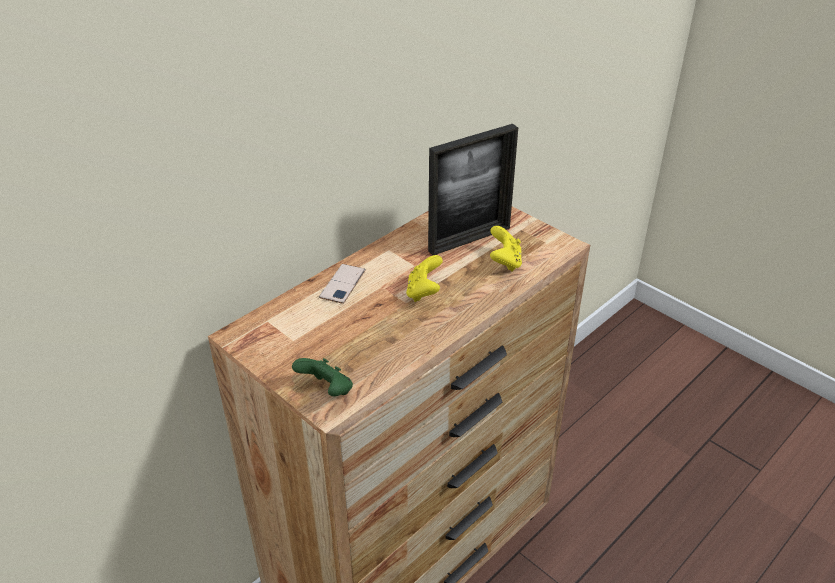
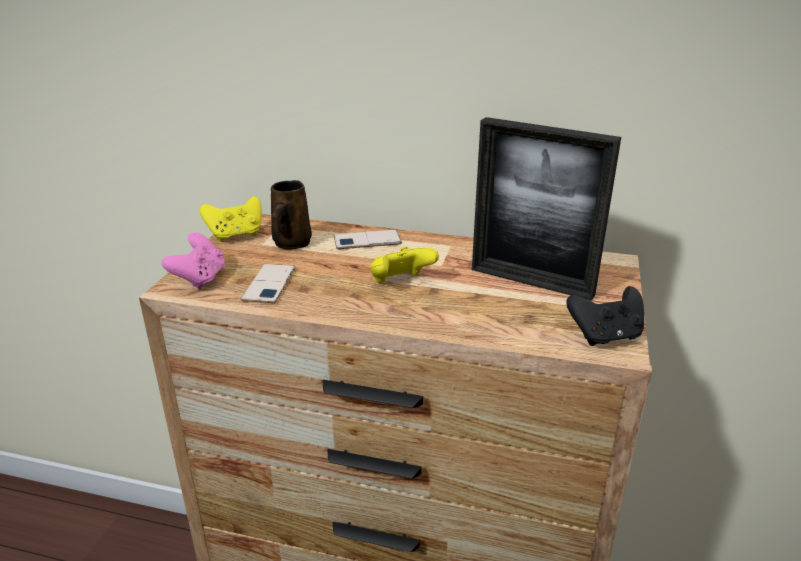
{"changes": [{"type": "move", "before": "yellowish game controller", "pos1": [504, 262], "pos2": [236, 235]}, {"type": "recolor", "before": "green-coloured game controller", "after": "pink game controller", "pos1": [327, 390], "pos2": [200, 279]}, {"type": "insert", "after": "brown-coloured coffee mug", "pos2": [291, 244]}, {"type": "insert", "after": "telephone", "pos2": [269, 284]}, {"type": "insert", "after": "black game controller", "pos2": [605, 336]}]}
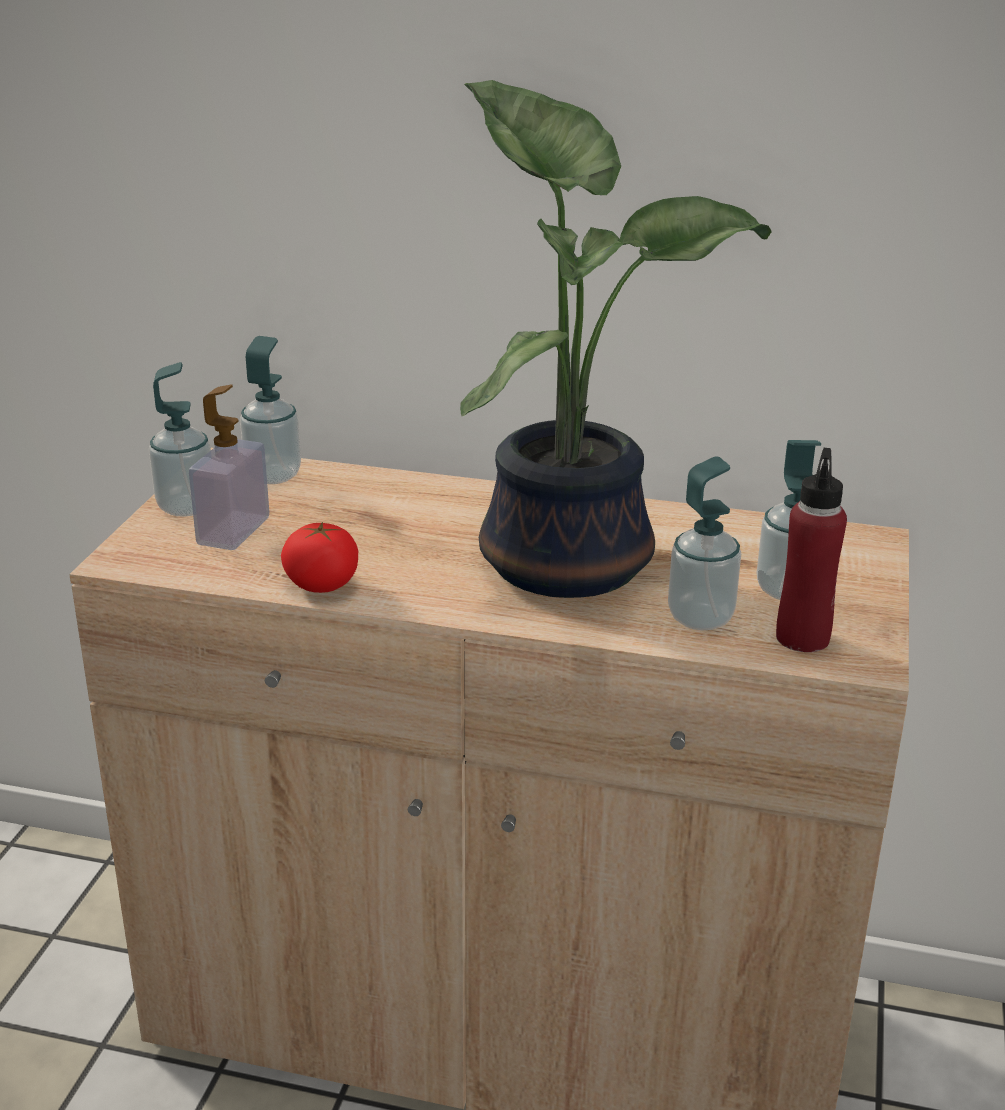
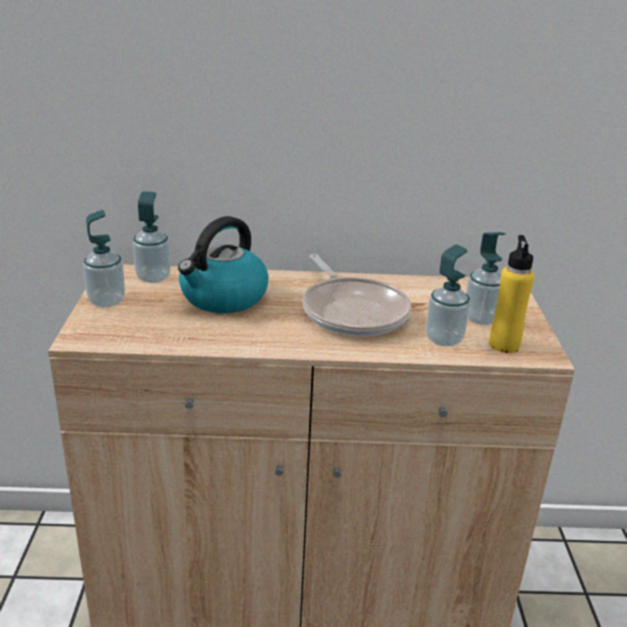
{"changes": [{"type": "replace", "before": "plant in a pot", "after": "frying pan", "pos1": [568, 557], "pos2": [352, 311]}, {"type": "delete", "before": "soap bottle", "pos1": [233, 531]}, {"type": "recolor", "before": "red-coloured drink bottle", "after": "yellowish drink bottle", "pos1": [802, 638], "pos2": [504, 345]}, {"type": "delete", "before": "whole tomato", "pos1": [321, 584]}, {"type": "insert", "after": "tea kettle", "pos2": [223, 298]}]}
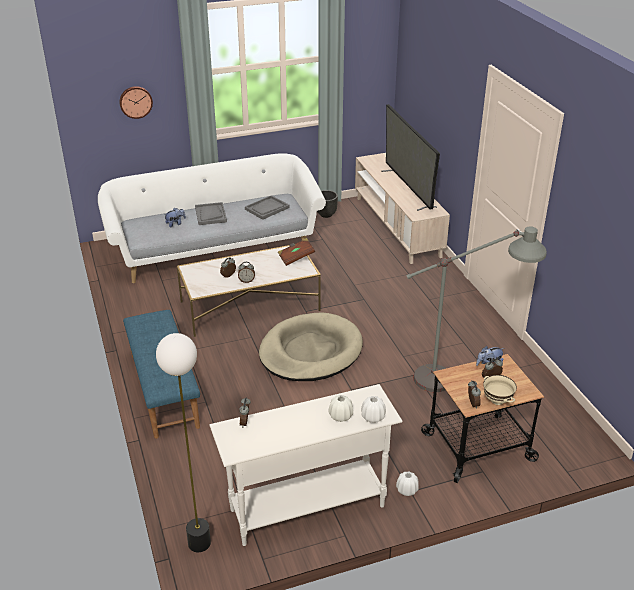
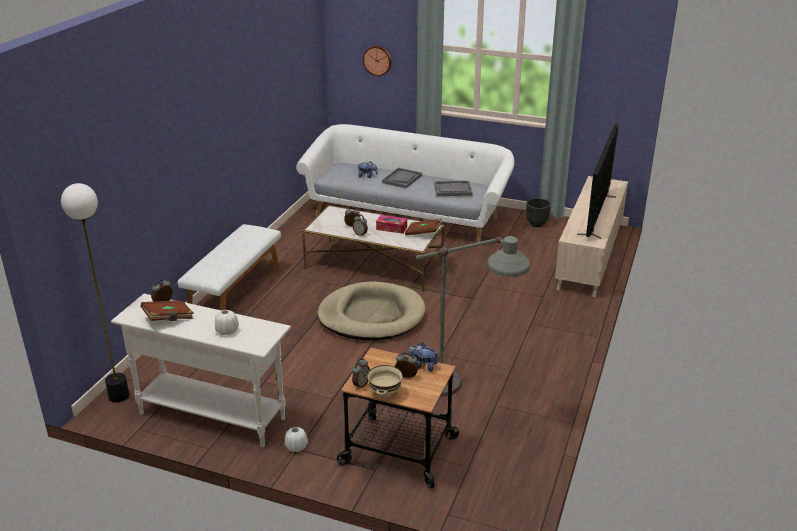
{"changes": [{"type": "recolor", "before": "blue-coloured long seat", "after": "whitish long seat", "pos1": [163, 390], "pos2": [235, 292]}, {"type": "delete", "before": "whitish flower vase", "pos1": [373, 417]}, {"type": "insert", "after": "tissue box", "pos2": [391, 228]}, {"type": "insert", "after": "brown-coloured bound book", "pos2": [168, 318]}]}
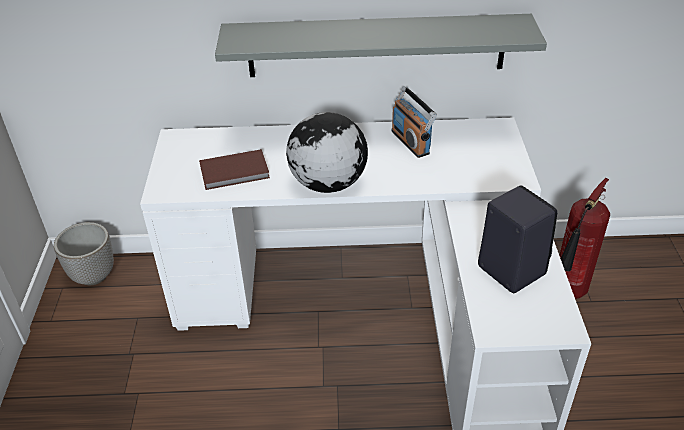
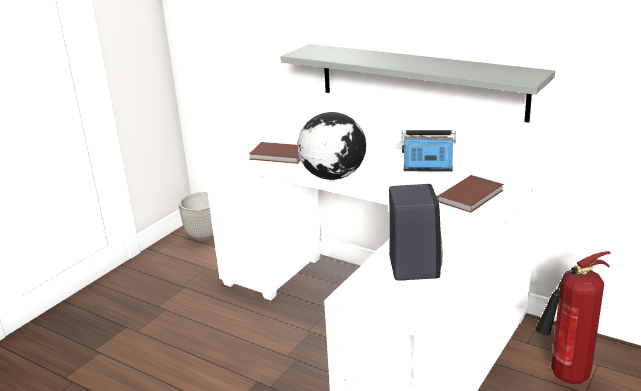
{"changes": [{"type": "rotate", "before": "radio receiver", "pos1": [411, 142], "pos2": [428, 169], "turn": 90}, {"type": "insert", "after": "brown-coloured bound book", "pos2": [472, 196]}]}
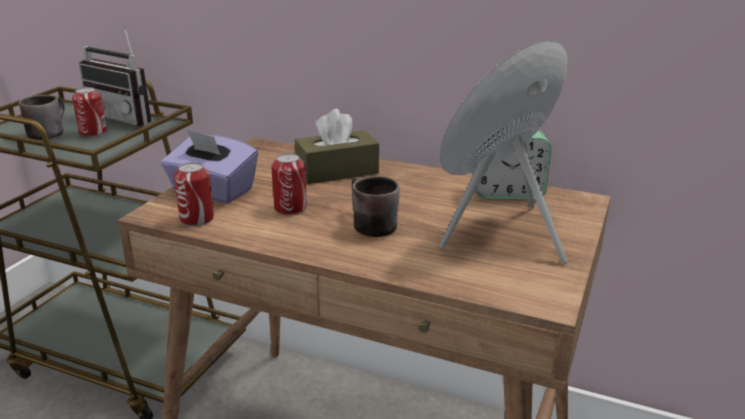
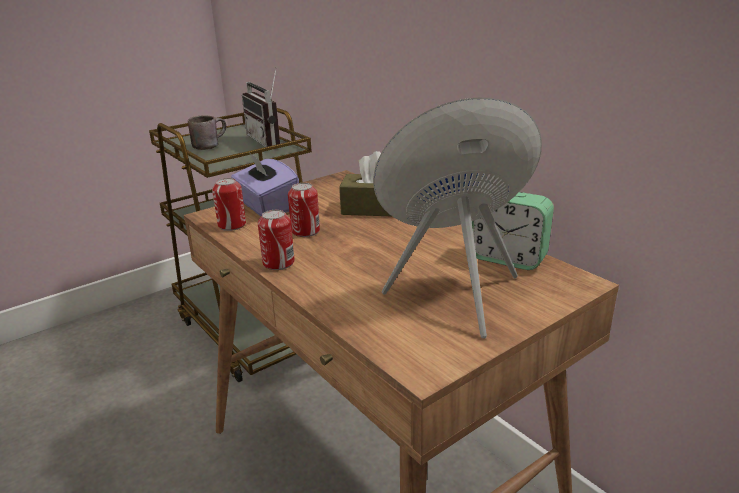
{"changes": [{"type": "move", "before": "can", "pos1": [93, 132], "pos2": [278, 263]}, {"type": "delete", "before": "brown-coloured coffee mug", "pos1": [367, 225]}]}
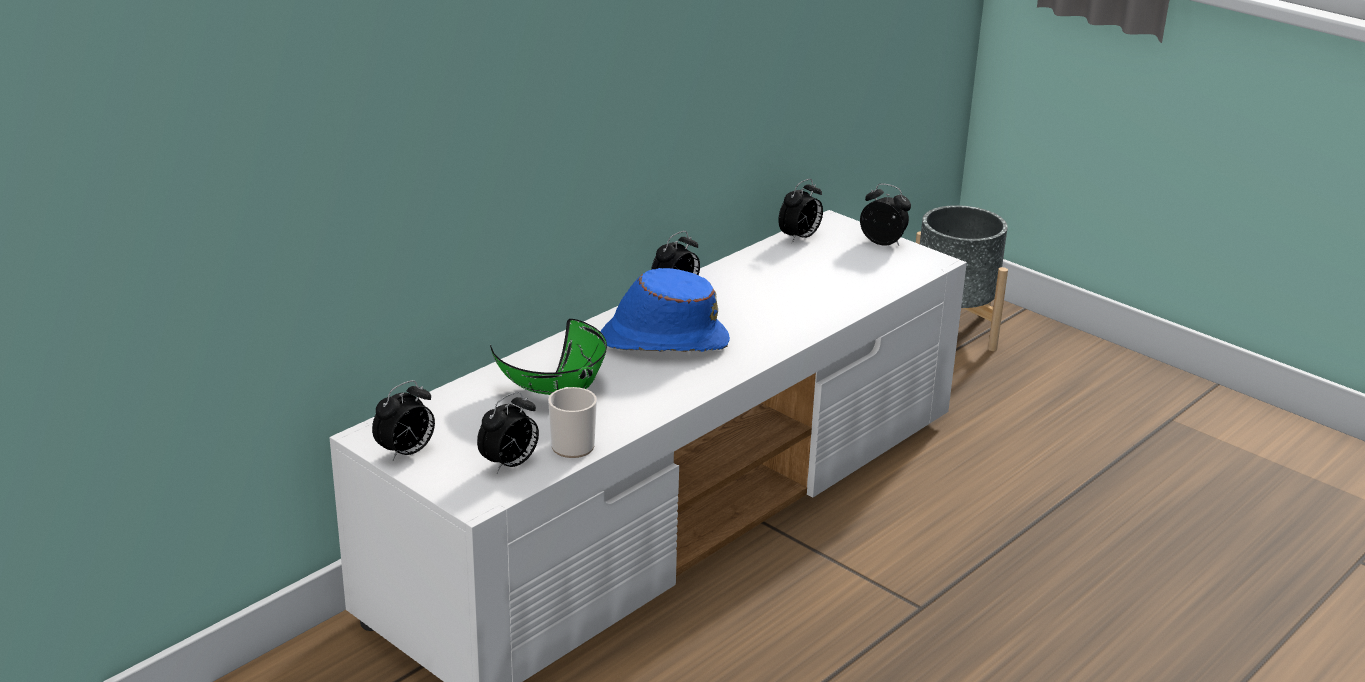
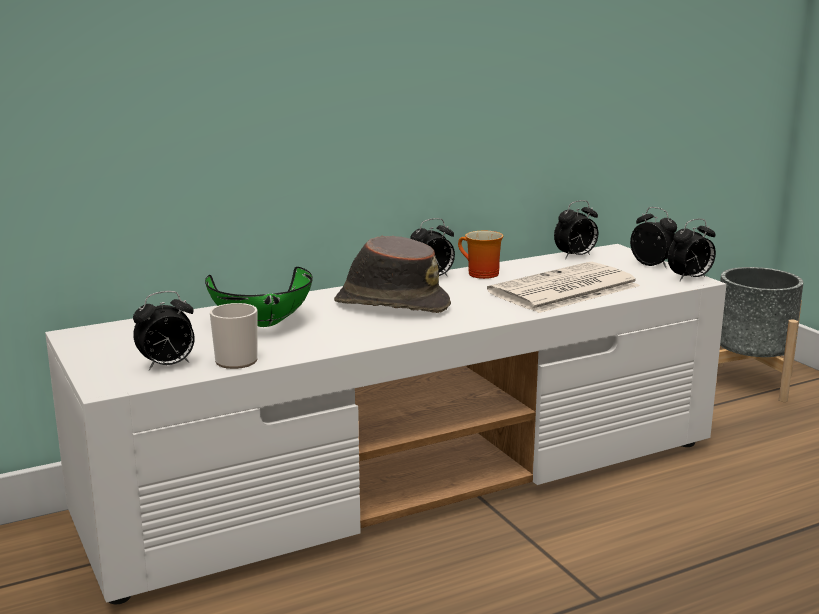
{"changes": [{"type": "recolor", "before": "blue-coloured clothing hat", "after": "brown-coloured clothing hat", "pos1": [663, 341], "pos2": [390, 304]}, {"type": "move", "before": "table clock", "pos1": [406, 453], "pos2": [690, 279]}, {"type": "insert", "after": "coffee mug", "pos2": [479, 274]}, {"type": "insert", "after": "newspaper", "pos2": [563, 290]}]}
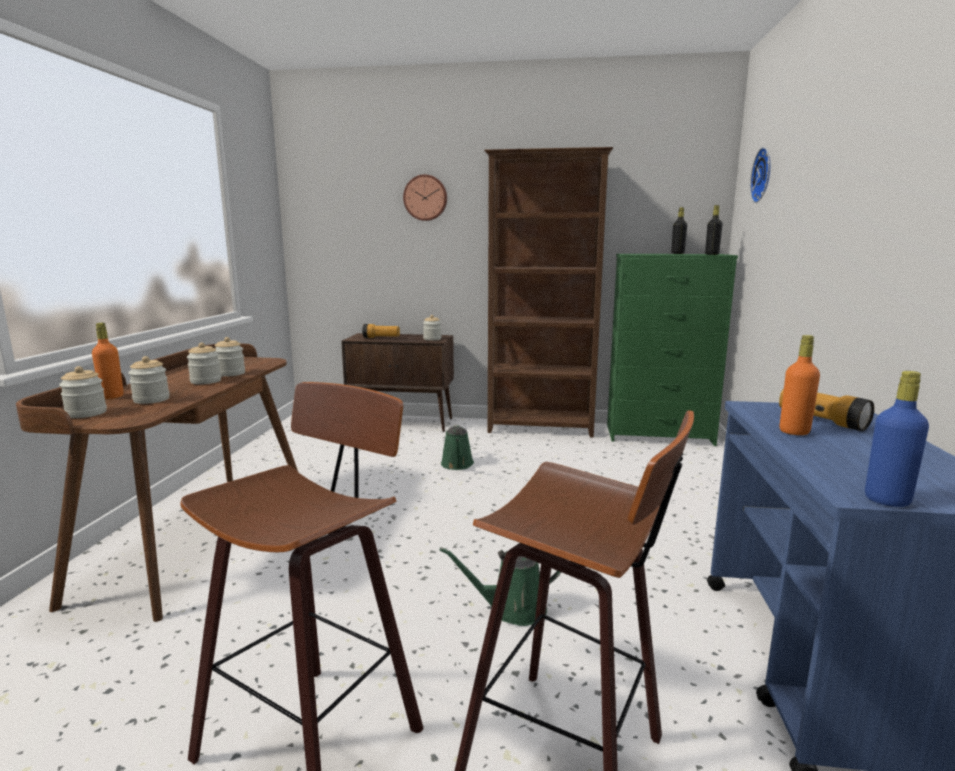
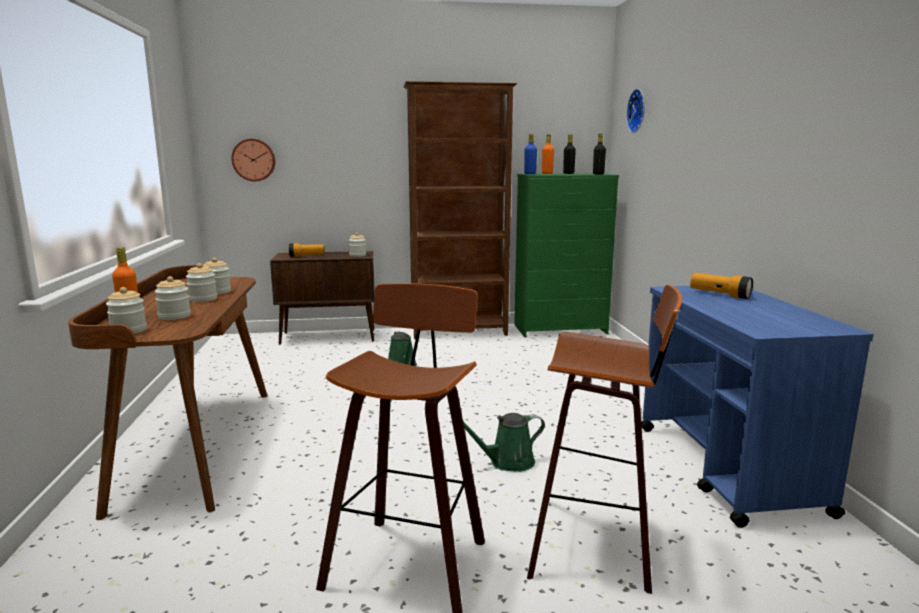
{"changes": [{"type": "move", "before": "wall clock", "pos1": [425, 198], "pos2": [254, 160]}, {"type": "move", "before": "orange-coloured drink bottle", "pos1": [794, 431], "pos2": [547, 173]}, {"type": "move", "before": "blue-coloured drink bottle", "pos1": [887, 500], "pos2": [530, 174]}]}
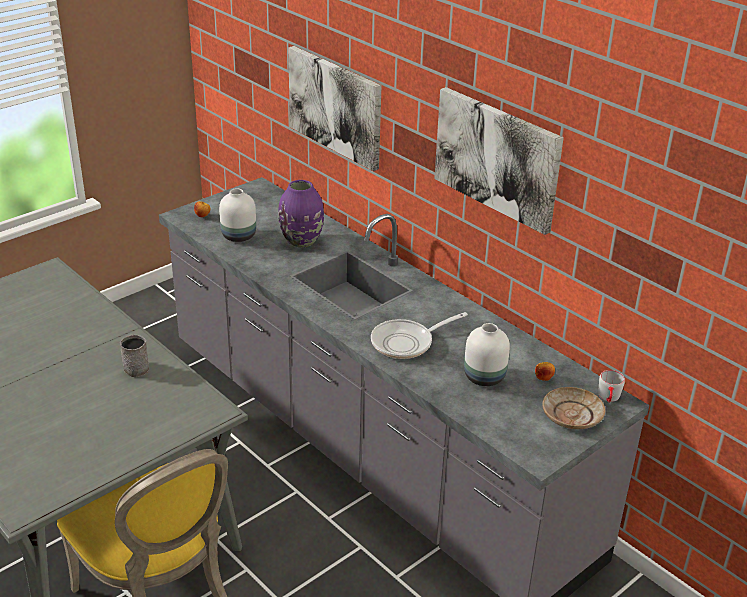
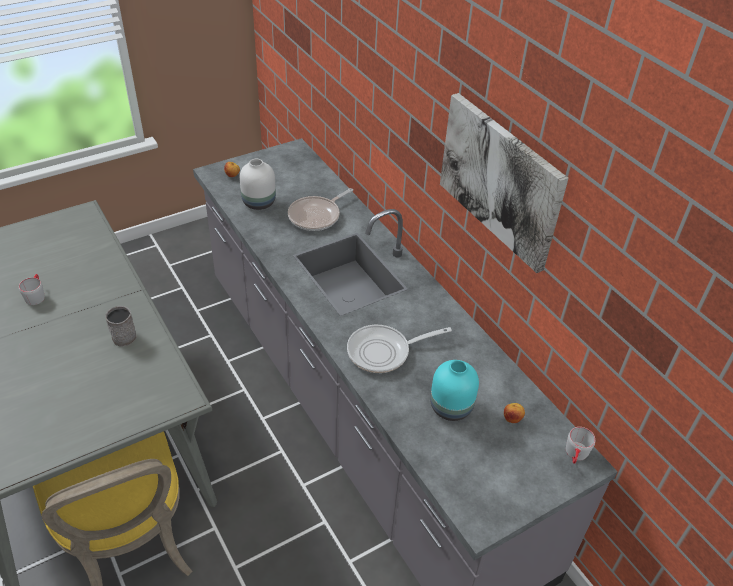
{"changes": [{"type": "delete", "before": "wall art", "pos1": [335, 106]}, {"type": "replace", "before": "purple-coloured flower vase", "after": "frying pan", "pos1": [302, 241], "pos2": [317, 216]}, {"type": "recolor", "before": "whitish flower vase", "after": "turquoise-coloured flower vase", "pos1": [485, 377], "pos2": [452, 407]}, {"type": "delete", "before": "beige plate", "pos1": [571, 415]}, {"type": "insert", "after": "gray coffee mug", "pos2": [36, 295]}]}
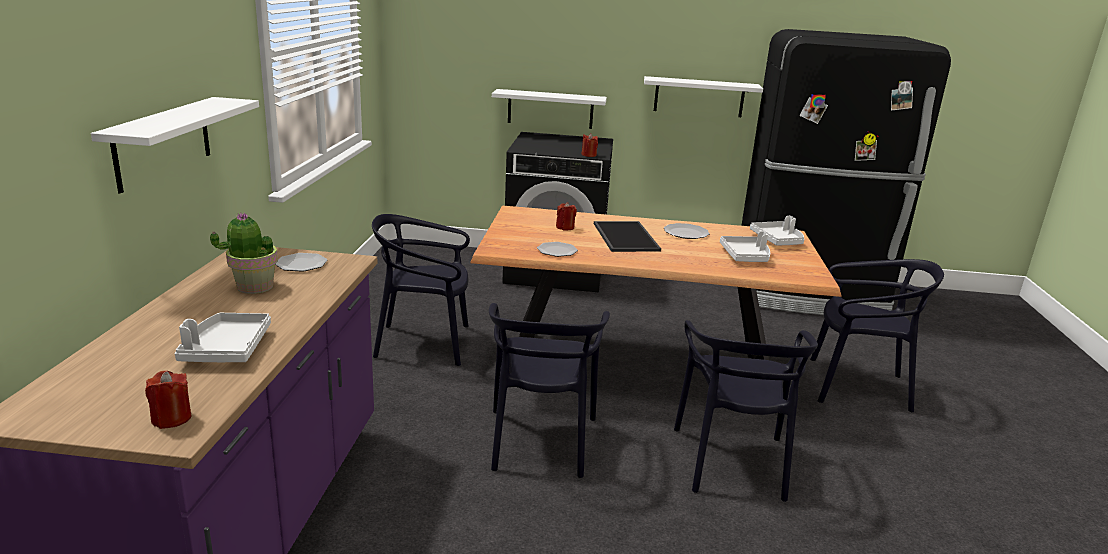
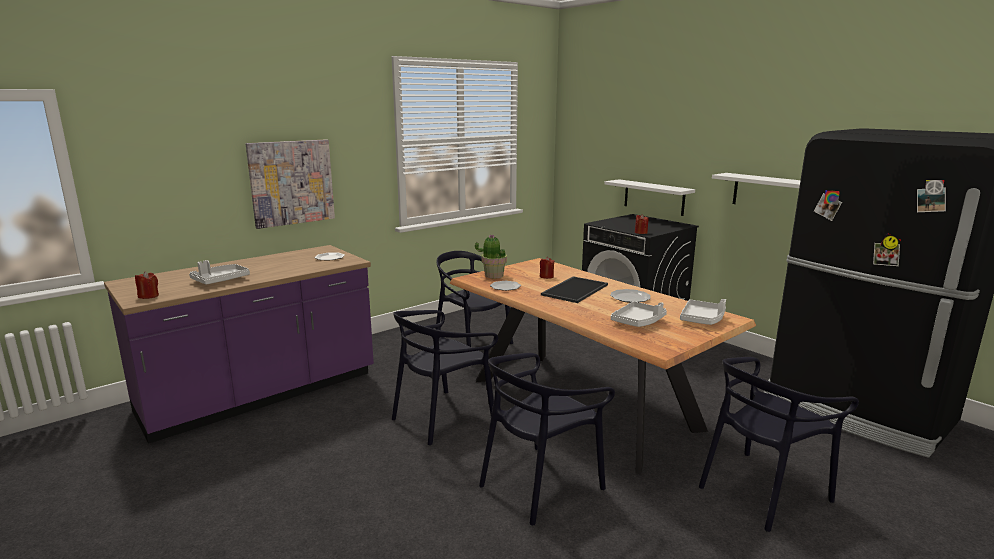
{"changes": [{"type": "replace", "before": "whitish wall shelf", "after": "wall art", "pos1": [163, 142], "pos2": [291, 182]}, {"type": "move", "before": "plant in a pot", "pos1": [254, 287], "pos2": [493, 275]}, {"type": "rotate", "before": "black chair", "pos1": [857, 386], "pos2": [762, 491], "turn": 90}]}
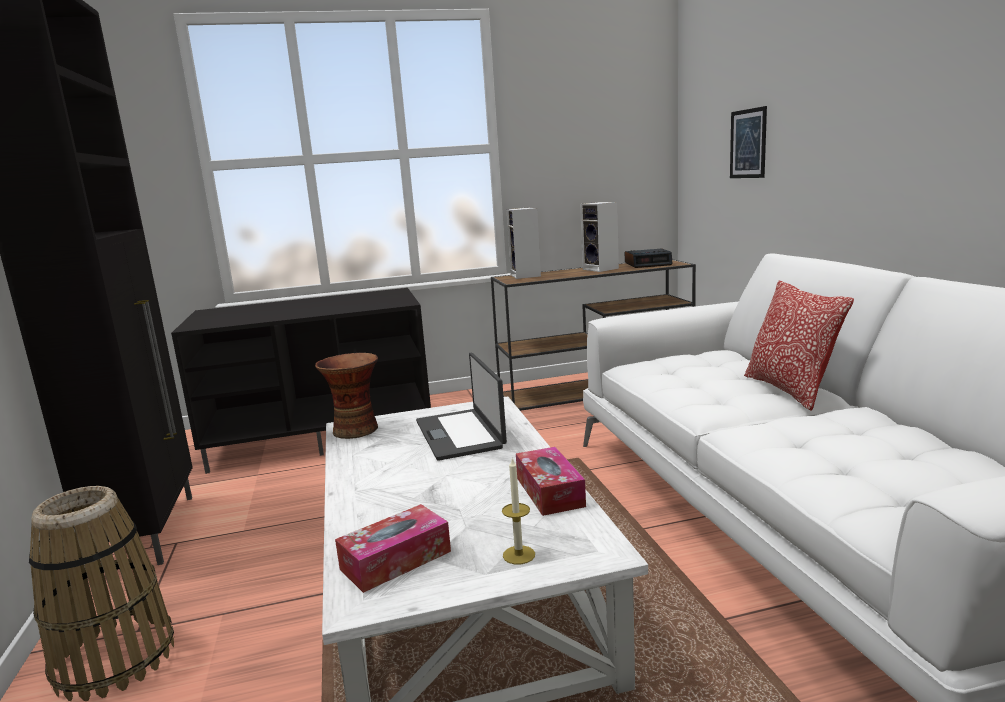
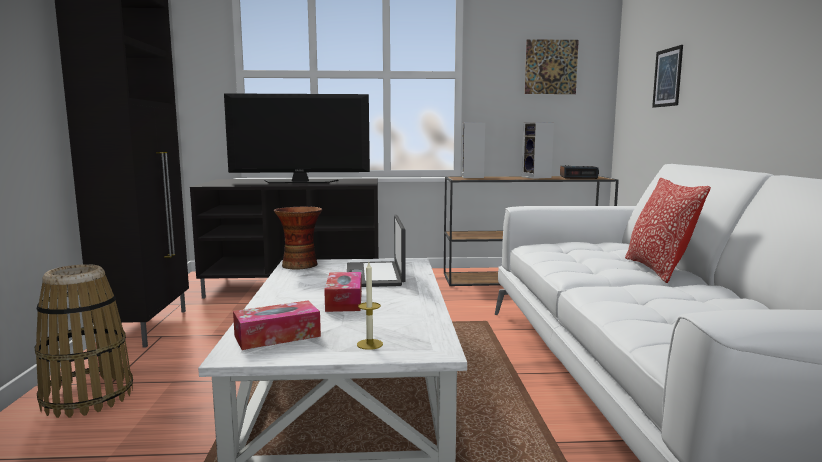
{"changes": [{"type": "move", "before": "tissue box", "pos1": [549, 492], "pos2": [344, 301]}, {"type": "insert", "after": "wall art", "pos2": [551, 67]}, {"type": "insert", "after": "TV set", "pos2": [300, 182]}]}
